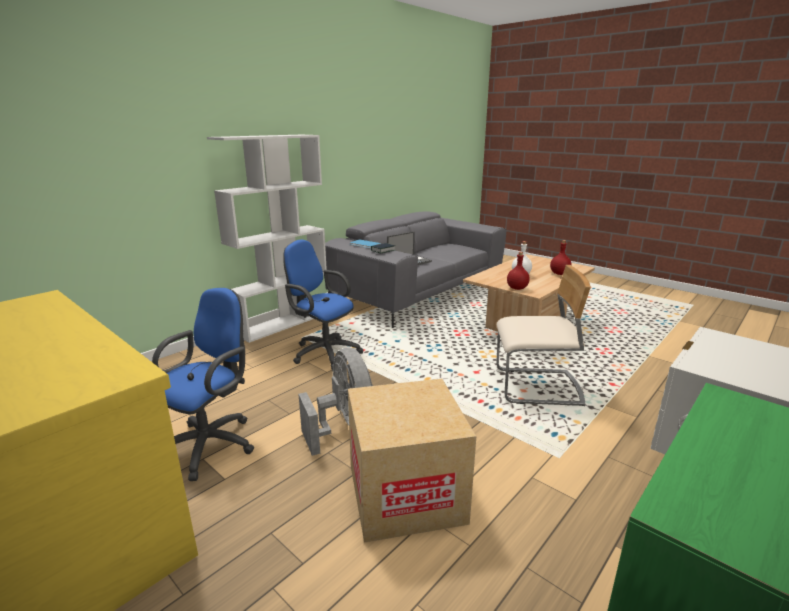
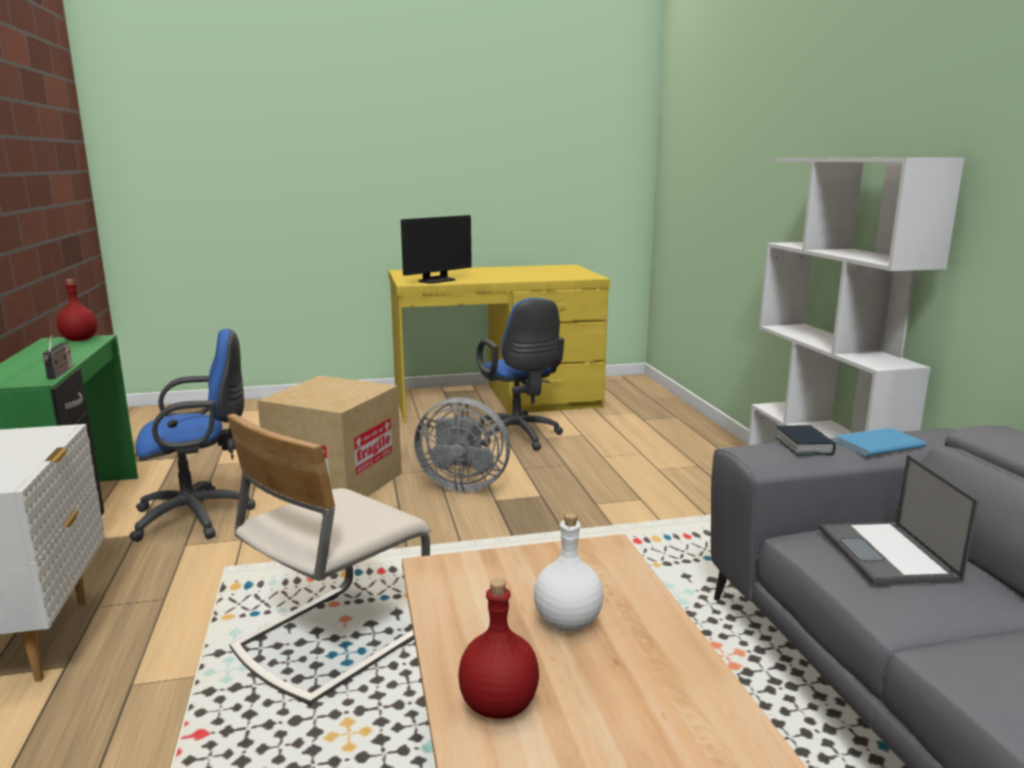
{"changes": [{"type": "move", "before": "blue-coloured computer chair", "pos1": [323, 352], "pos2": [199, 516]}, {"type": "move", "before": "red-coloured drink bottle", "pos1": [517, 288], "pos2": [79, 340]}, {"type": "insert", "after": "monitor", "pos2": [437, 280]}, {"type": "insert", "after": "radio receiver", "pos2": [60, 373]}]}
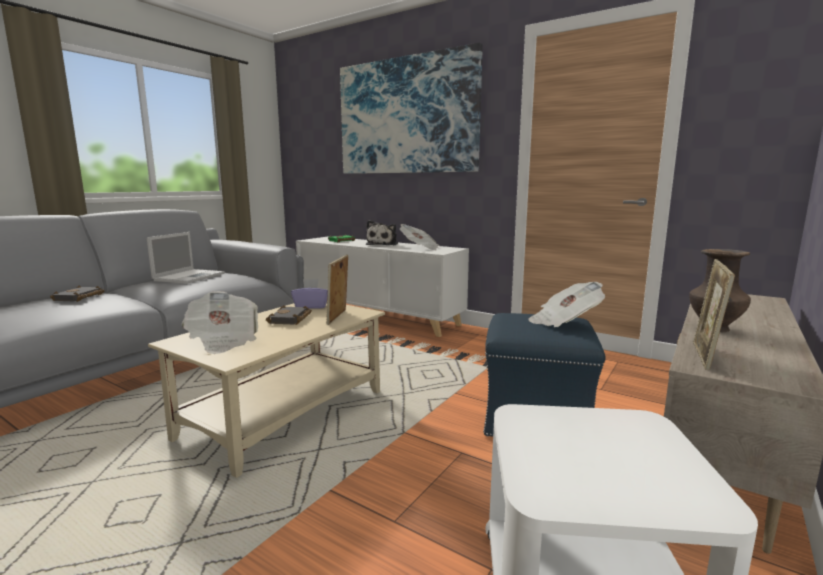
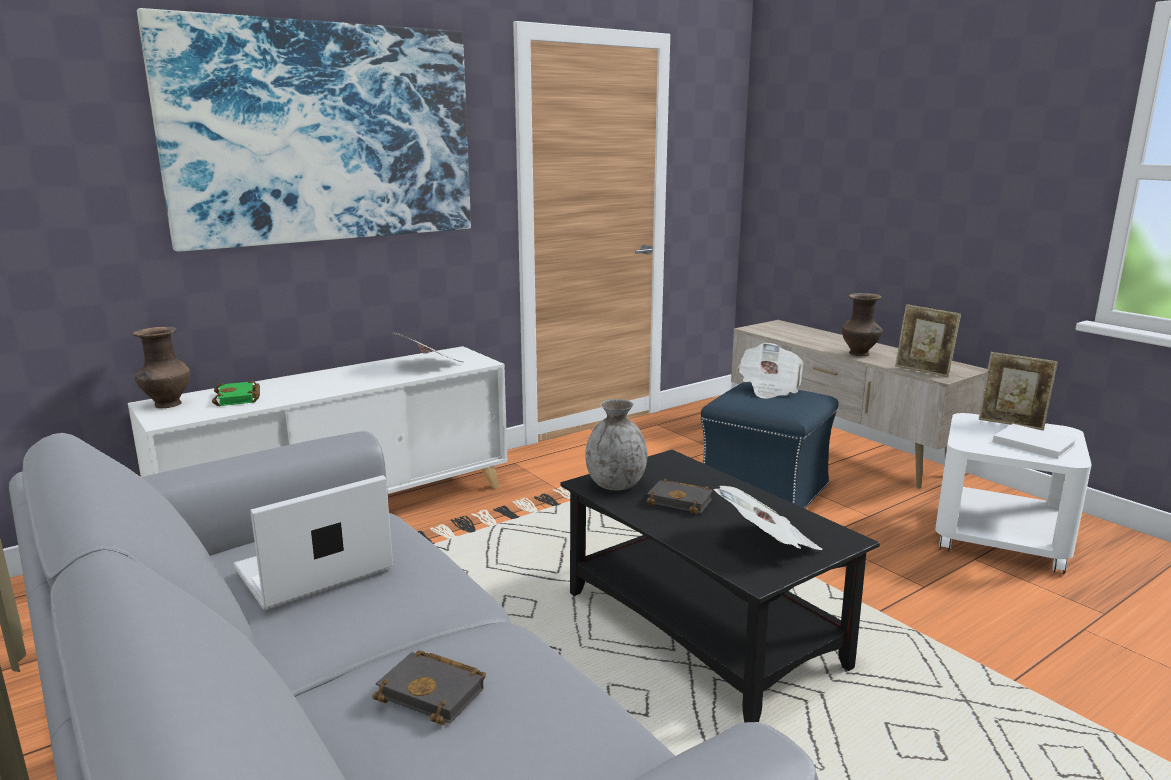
{"changes": [{"type": "delete", "before": "cuddly toy", "pos1": [383, 244]}, {"type": "rotate", "before": "portable computer", "pos1": [190, 276], "pos2": [311, 571], "turn": -75}, {"type": "move", "before": "standing frame", "pos1": [338, 317], "pos2": [1011, 424]}, {"type": "replace", "before": "purple-coloured tissue box", "after": "gray flower vase", "pos1": [311, 306], "pos2": [616, 485]}, {"type": "recolor", "before": "beige low table", "after": "black low table", "pos1": [286, 413], "pos2": [699, 628]}, {"type": "insert", "after": "brown-coloured flower vase", "pos2": [167, 405]}, {"type": "insert", "after": "whitish bound book", "pos2": [1031, 443]}]}
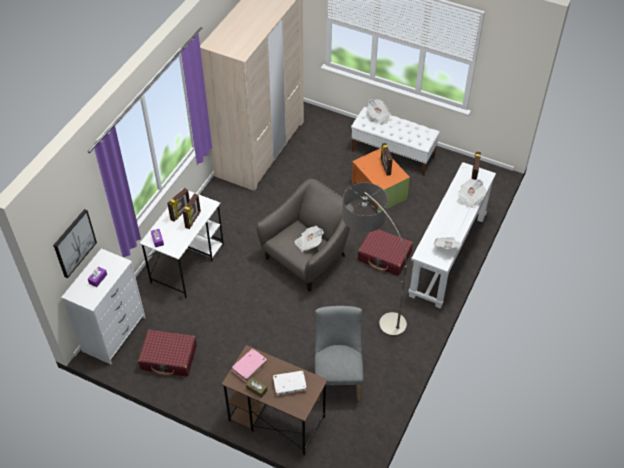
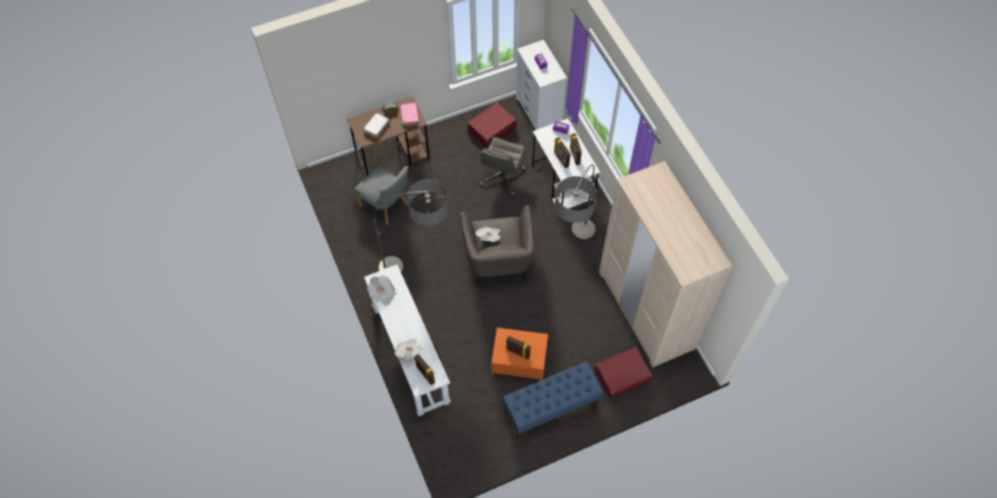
{"changes": [{"type": "delete", "before": "newspaper", "pos1": [378, 116]}, {"type": "recolor", "before": "whitish long seat", "after": "blue-coloured long seat", "pos1": [393, 154], "pos2": [551, 408]}, {"type": "delete", "before": "wall art", "pos1": [74, 243]}, {"type": "move", "before": "red-coloured travel case", "pos1": [384, 256], "pos2": [621, 376]}, {"type": "insert", "after": "gray computer chair", "pos2": [502, 177]}, {"type": "insert", "after": "standing lamp", "pos2": [572, 253]}]}
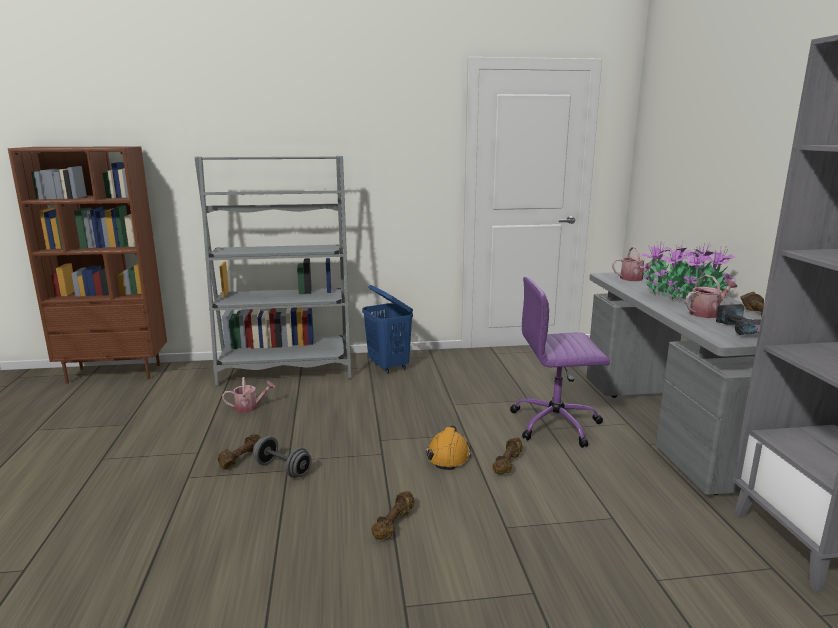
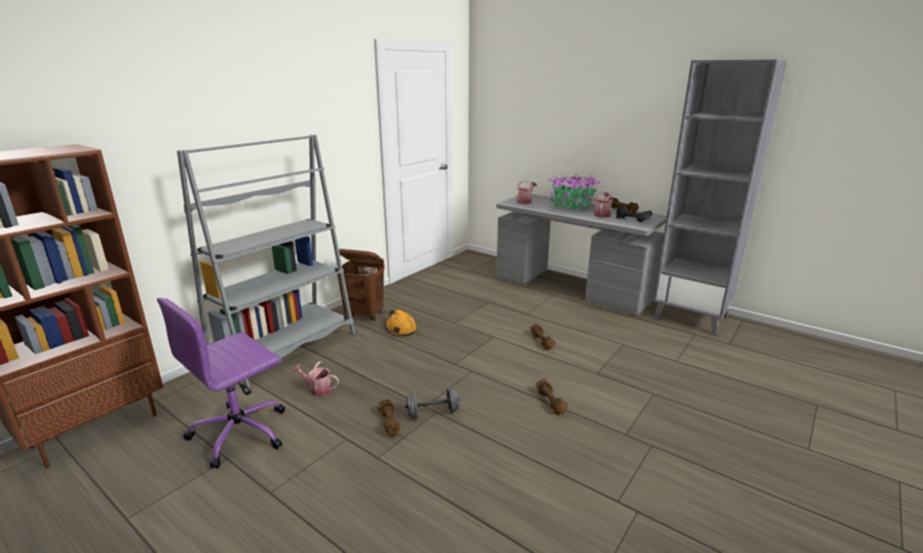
{"changes": [{"type": "move", "before": "purple-coloured computer chair", "pos1": [557, 424], "pos2": [241, 432]}, {"type": "recolor", "before": "blue-coloured washing basket", "after": "brown-coloured washing basket", "pos1": [388, 366], "pos2": [364, 315]}, {"type": "rotate", "before": "watering pot", "pos1": [250, 407], "pos2": [317, 389], "turn": -105}, {"type": "move", "before": "orange-coloured hard hat", "pos1": [448, 455], "pos2": [400, 328]}]}
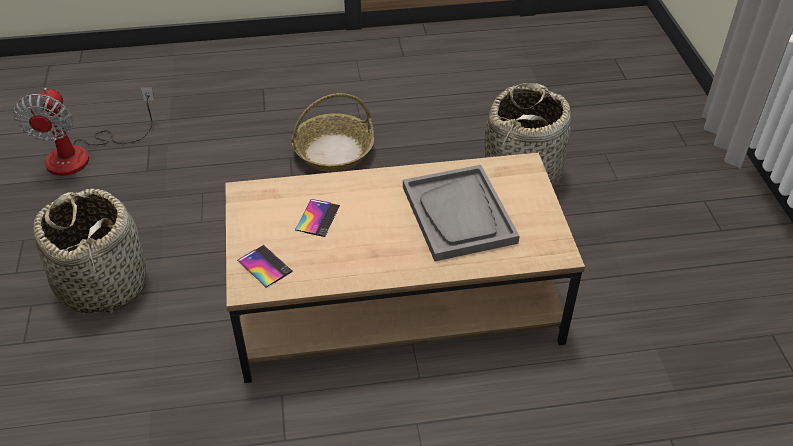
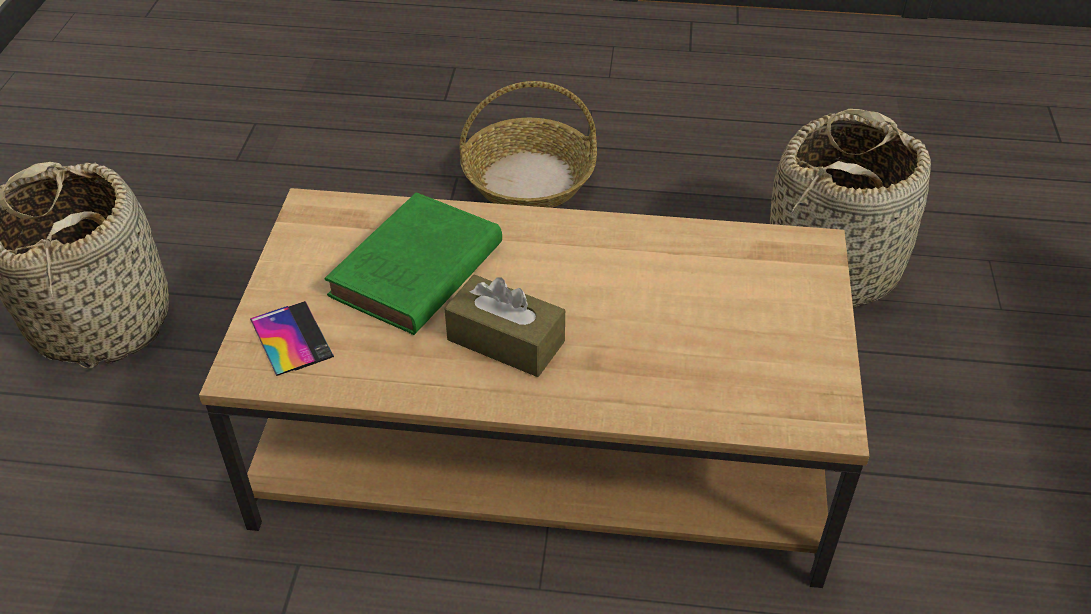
{"changes": [{"type": "delete", "before": "electric fan", "pos1": [83, 154]}, {"type": "delete", "before": "gray serving tray", "pos1": [459, 214]}, {"type": "replace", "before": "telephone", "after": "green-coloured bound book", "pos1": [317, 218], "pos2": [414, 273]}, {"type": "insert", "after": "brown-coloured tissue box", "pos2": [506, 341]}]}
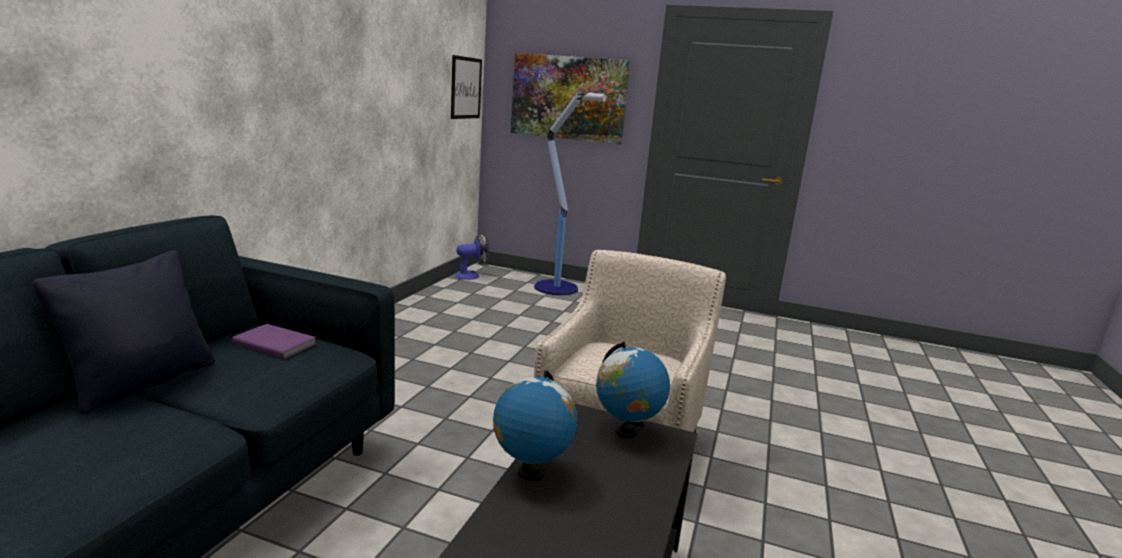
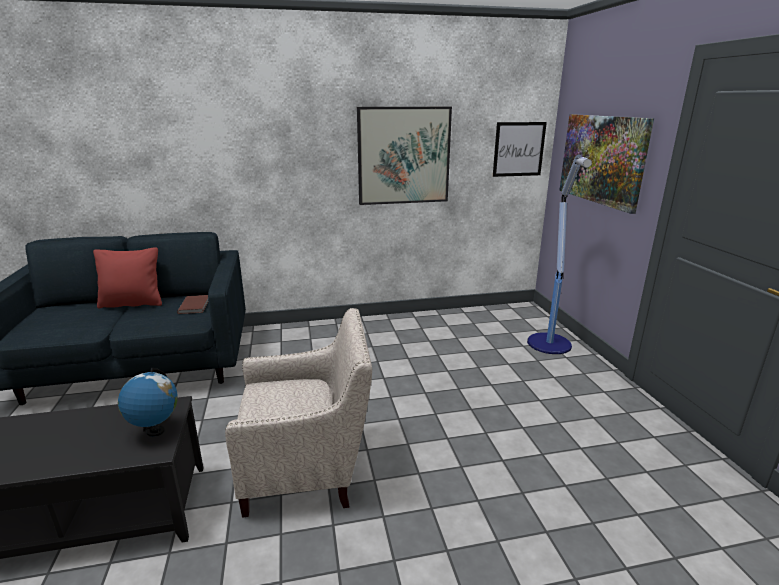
{"changes": [{"type": "delete", "before": "electric fan", "pos1": [471, 275]}, {"type": "recolor", "before": "black cushion", "after": "red-coloured cushion", "pos1": [142, 382], "pos2": [133, 304]}, {"type": "recolor", "before": "purple-coloured bound book", "after": "brown-coloured bound book", "pos1": [275, 343], "pos2": [195, 305]}, {"type": "delete", "before": "desk globe", "pos1": [531, 473]}, {"type": "insert", "after": "wall art", "pos2": [403, 156]}]}
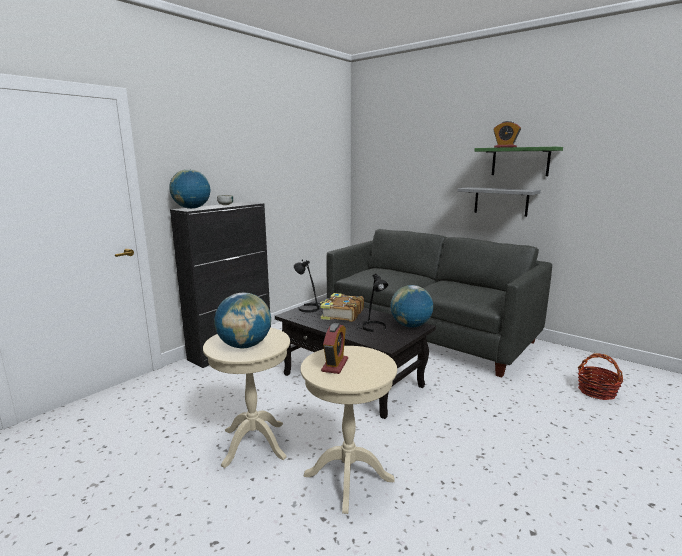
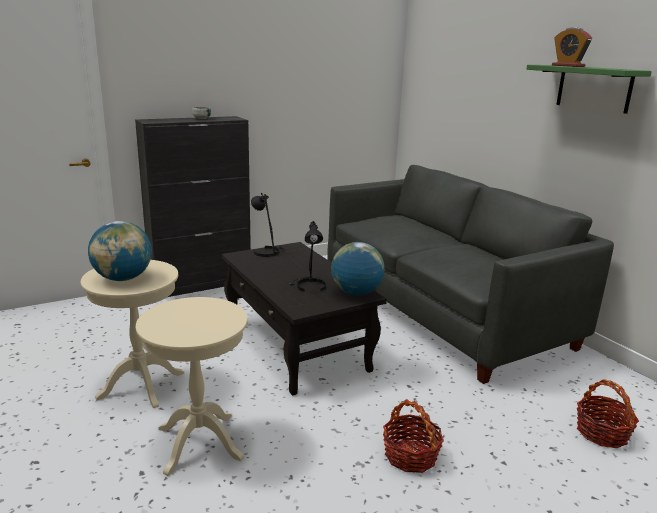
{"changes": [{"type": "delete", "before": "desk globe", "pos1": [192, 208]}, {"type": "delete", "before": "gray wall shelf", "pos1": [501, 201]}, {"type": "delete", "before": "bound book", "pos1": [341, 314]}, {"type": "delete", "before": "table clock", "pos1": [335, 365]}, {"type": "insert", "after": "basket", "pos2": [410, 455]}]}
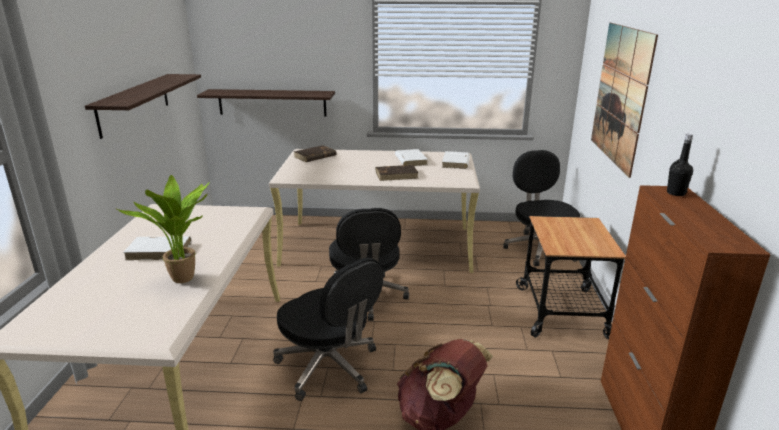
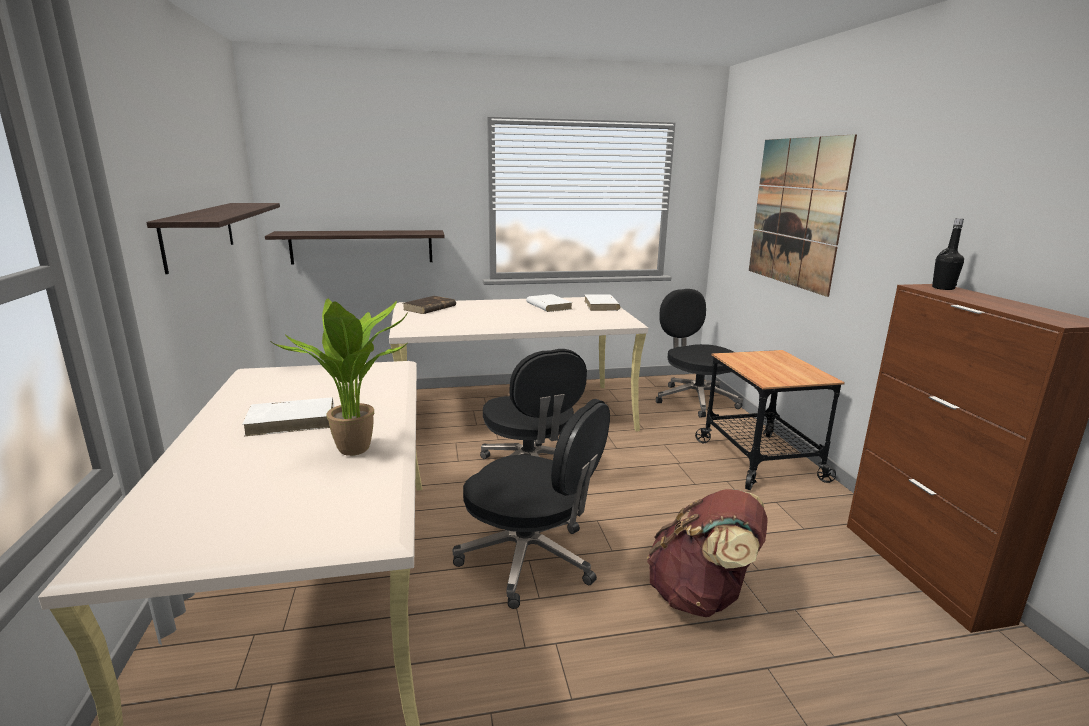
{"changes": [{"type": "delete", "before": "brown-coloured bound book", "pos1": [397, 175]}]}
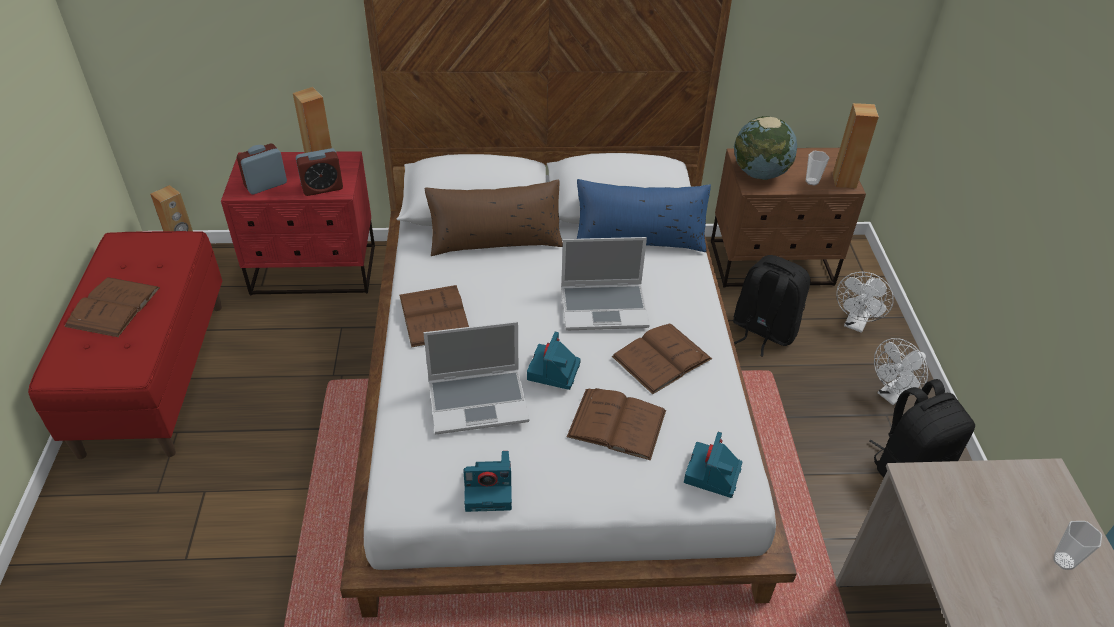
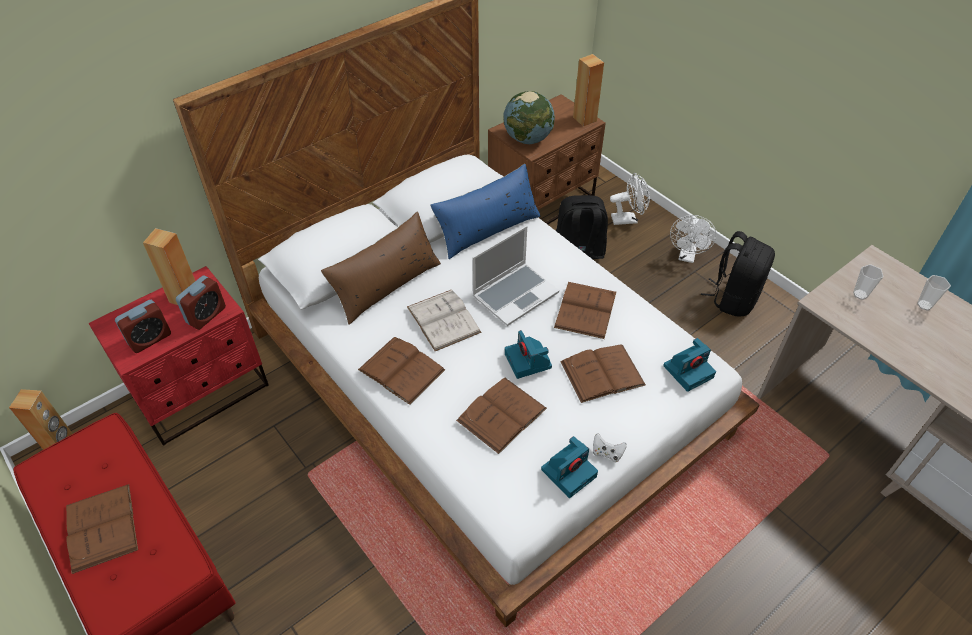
{"changes": [{"type": "rotate", "before": "table clock", "pos1": [266, 185], "pos2": [150, 339], "turn": -150}, {"type": "move", "before": "cup", "pos1": [812, 181], "pos2": [860, 294]}, {"type": "rotate", "before": "whitish electric fan", "pos1": [855, 324], "pos2": [628, 219], "turn": -90}, {"type": "replace", "before": "portable computer", "after": "brown-coloured bound book", "pos1": [479, 401], "pos2": [501, 414]}, {"type": "rotate", "before": "still camera", "pos1": [713, 474], "pos2": [688, 371], "turn": -105}, {"type": "insert", "after": "whitish bound book", "pos2": [443, 319]}, {"type": "insert", "after": "whitish game controller", "pos2": [607, 453]}]}
